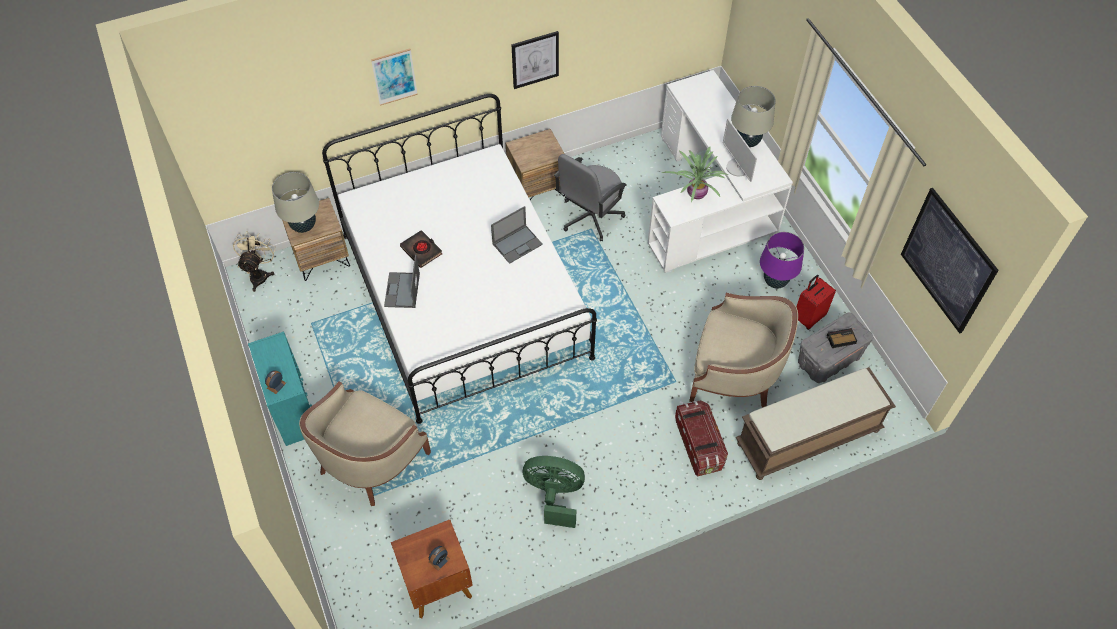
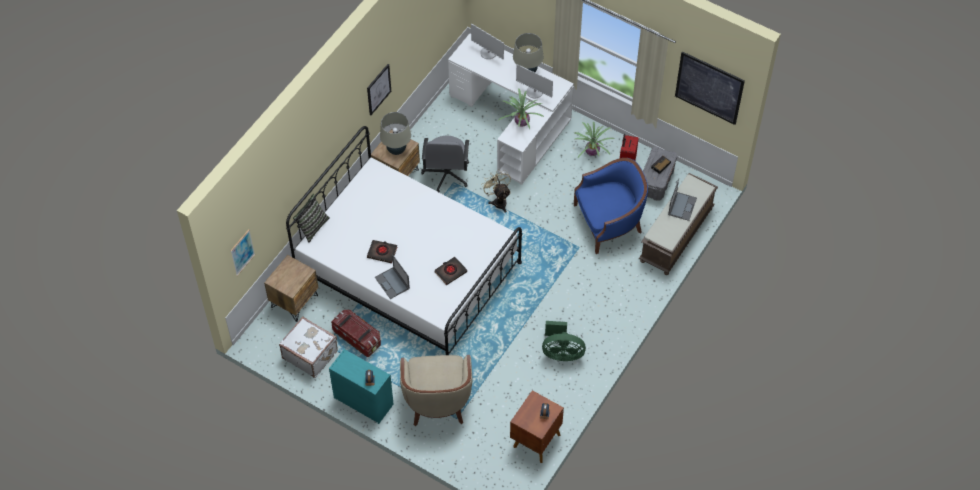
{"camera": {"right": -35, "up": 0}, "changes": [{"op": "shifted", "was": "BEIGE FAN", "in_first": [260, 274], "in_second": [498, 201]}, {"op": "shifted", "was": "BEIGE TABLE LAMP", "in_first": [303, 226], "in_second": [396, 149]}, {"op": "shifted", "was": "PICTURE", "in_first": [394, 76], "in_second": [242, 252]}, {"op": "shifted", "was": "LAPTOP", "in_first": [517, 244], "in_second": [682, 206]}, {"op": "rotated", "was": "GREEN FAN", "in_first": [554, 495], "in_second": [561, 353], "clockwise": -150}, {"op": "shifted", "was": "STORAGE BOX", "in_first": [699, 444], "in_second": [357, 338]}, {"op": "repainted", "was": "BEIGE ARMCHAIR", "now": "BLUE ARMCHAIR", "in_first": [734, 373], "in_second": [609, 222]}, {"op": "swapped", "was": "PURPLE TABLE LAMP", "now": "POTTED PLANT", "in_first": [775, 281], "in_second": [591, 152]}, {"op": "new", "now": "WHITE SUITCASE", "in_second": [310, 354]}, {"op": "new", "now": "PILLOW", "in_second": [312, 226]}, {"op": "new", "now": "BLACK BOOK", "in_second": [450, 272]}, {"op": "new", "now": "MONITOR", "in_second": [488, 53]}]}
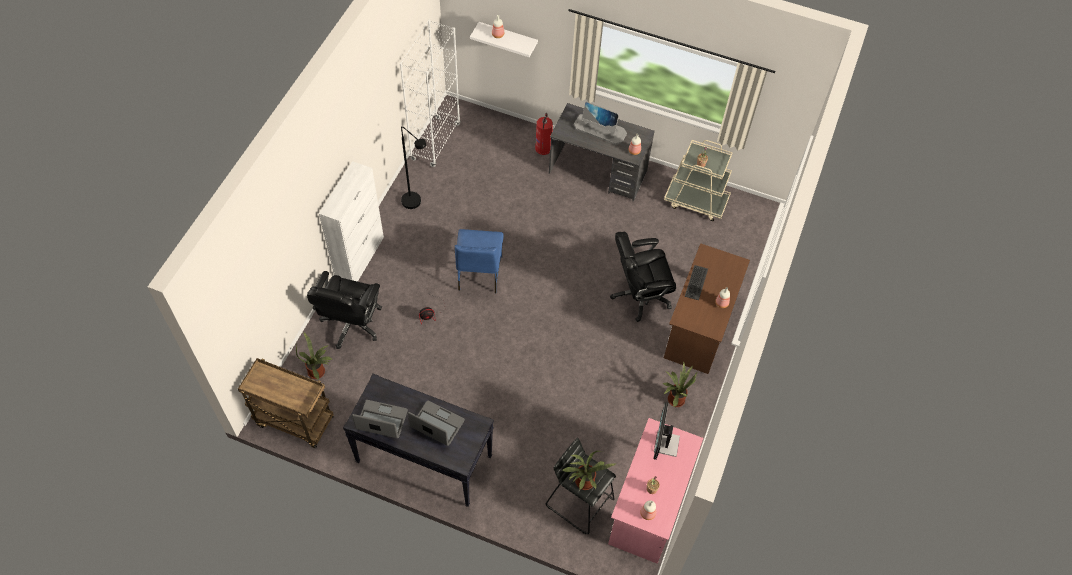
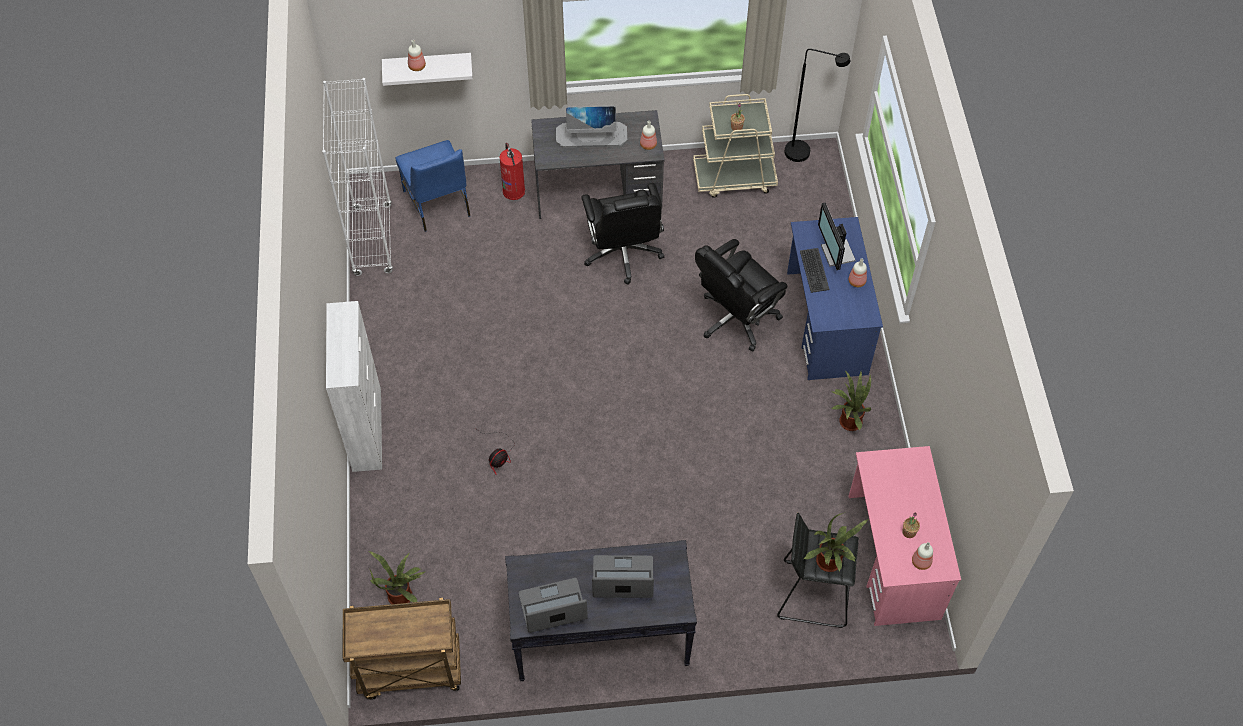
{"camera": {"right": -25, "up": 0}, "changes": [{"op": "shifted", "was": "BLACK OFFICE CHAIR", "in_first": [351, 324], "in_second": [623, 253]}, {"op": "shifted", "was": "BLACK FLOOR LAMP", "in_first": [415, 204], "in_second": [804, 153]}, {"op": "shifted", "was": "BLUE CHAIR", "in_first": [479, 274], "in_second": [438, 204]}, {"op": "shifted", "was": "MONITOR", "in_first": [665, 444], "in_second": [836, 254]}, {"op": "repainted", "was": "BROWN DESK", "now": "BLUE DESK", "in_first": [700, 326], "in_second": [826, 323]}]}
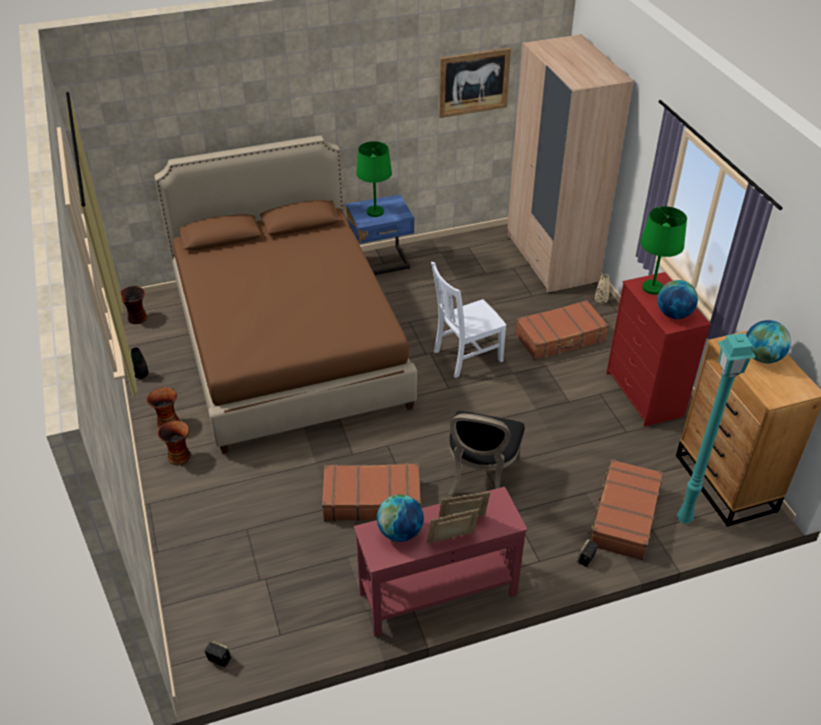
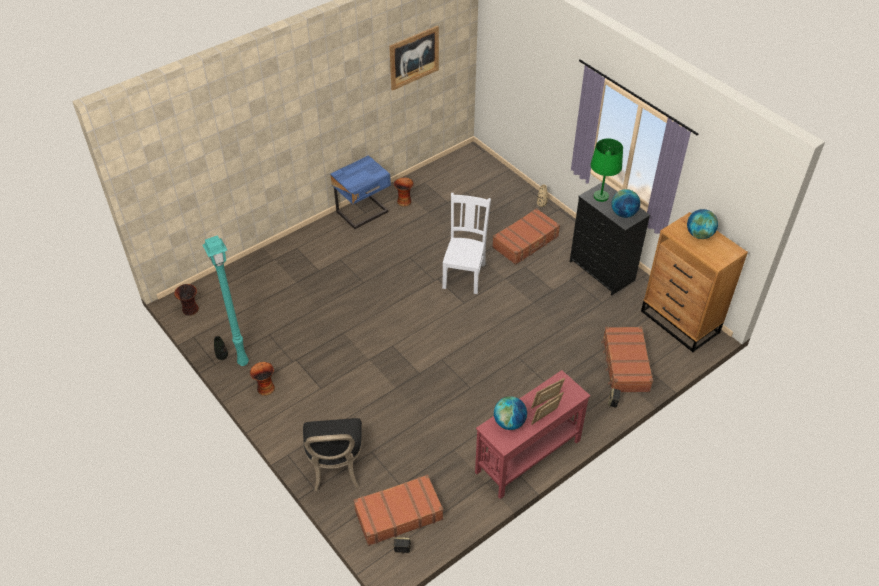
{"camera": {"right": -20, "up": 5}, "changes": [{"op": "gone", "was": "BROWN BED", "in_first": [288, 345]}, {"op": "shifted", "was": "VASE", "in_first": [179, 456], "in_second": [404, 201]}, {"op": "shifted", "was": "BROWN SUITCASE", "in_first": [371, 499], "in_second": [398, 514]}, {"op": "gone", "was": "GREEN TABLE LAMP", "in_first": [375, 212]}, {"op": "rotated", "was": "WHITE CHAIR", "in_first": [465, 356], "in_second": [464, 274], "clockwise": 150}, {"op": "shifted", "was": "BLACK CHAIR", "in_first": [480, 478], "in_second": [336, 468]}, {"op": "gone", "was": "BEIGE WARDROBE", "in_first": [551, 259]}, {"op": "repainted", "was": "RED DRESSER", "now": "BLACK DRESSER", "in_first": [645, 395], "in_second": [602, 271]}, {"op": "shifted", "was": "TURQUOISE FLOOR LAMP", "in_first": [683, 518], "in_second": [242, 362]}]}
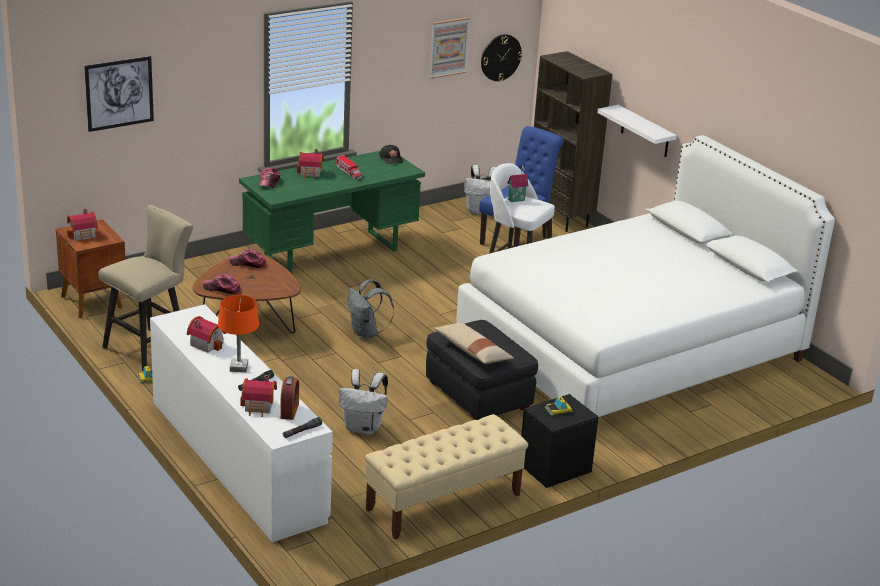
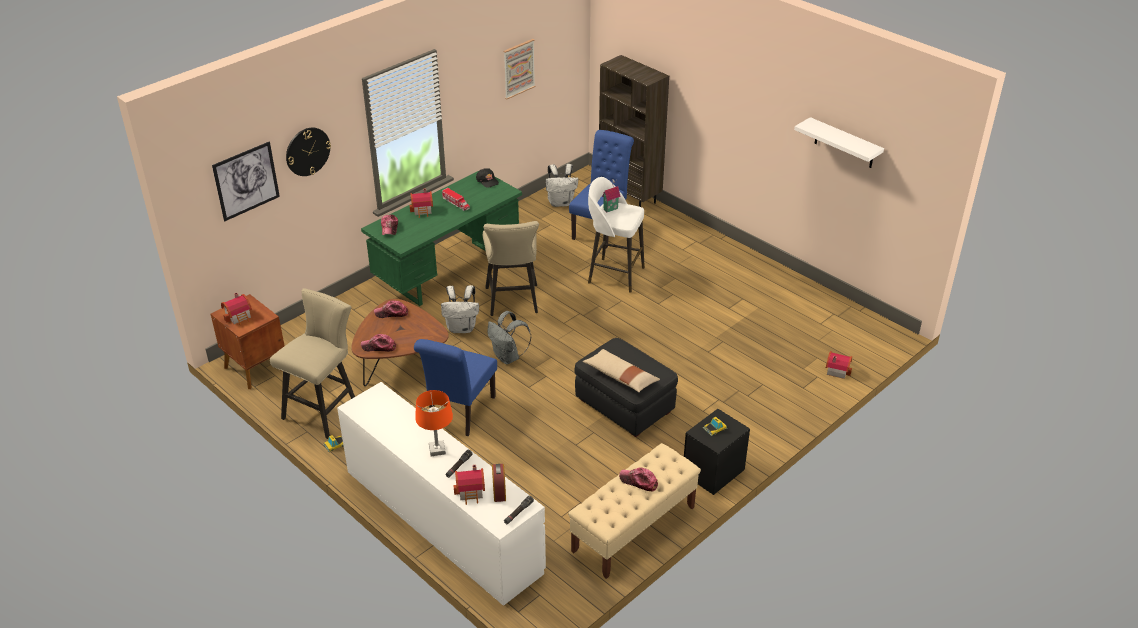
{"camera": {"right": -10, "up": 10}, "changes": [{"op": "shifted", "was": "TOY HOUSE", "in_first": [207, 343], "in_second": [837, 370]}, {"op": "shifted", "was": "WHITE BACKPACK", "in_first": [364, 428], "in_second": [462, 328]}, {"op": "gone", "was": "WHITE BED", "in_first": [630, 348]}, {"op": "shifted", "was": "WALL CLOCK", "in_first": [500, 57], "in_second": [307, 151]}, {"op": "shifted", "was": "WHITE SHELF", "in_first": [645, 132], "in_second": [844, 143]}, {"op": "new", "now": "BLUE CHAIR", "in_second": [459, 414]}, {"op": "new", "now": "BEIGE STOOL", "in_second": [513, 303]}, {"op": "new", "now": "CAP", "in_second": [638, 481]}]}
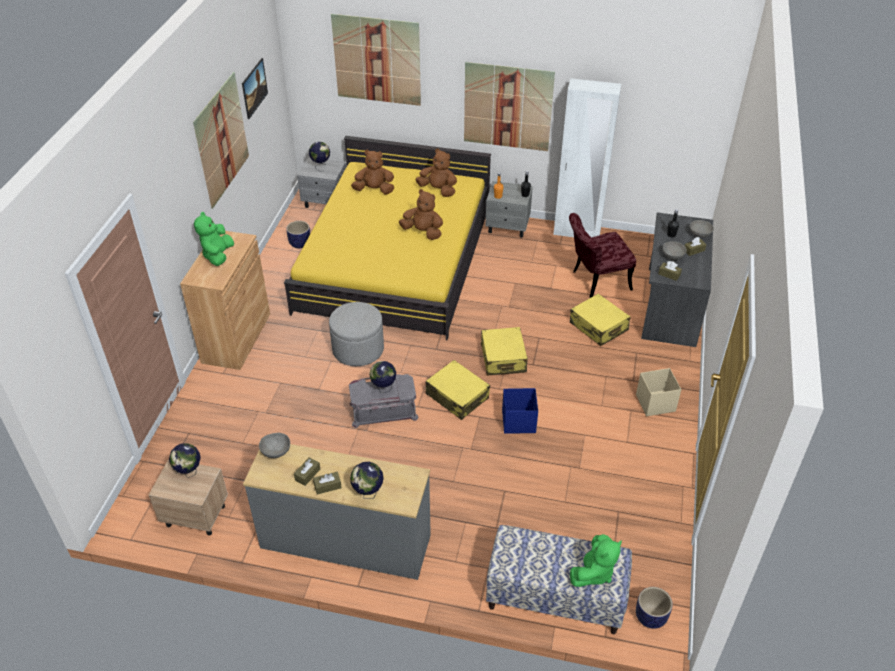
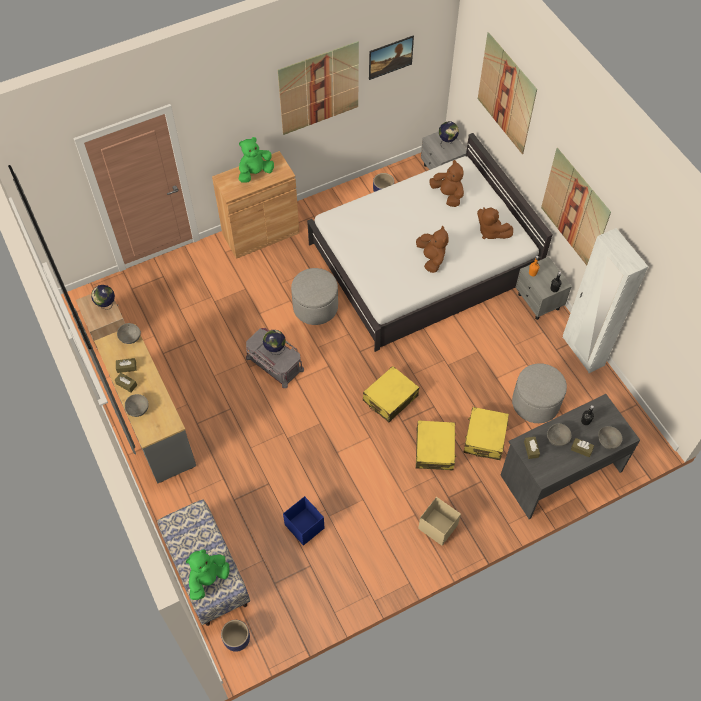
{"camera": {"right": 50, "up": 15}, "changes": [{"op": "repainted", "was": "YELLOW BED", "now": "WHITE BED", "in_first": [395, 261], "in_second": [423, 261]}, {"op": "swapped", "was": "GLOBE", "now": "GREY BOWL", "in_first": [368, 493], "in_second": [138, 409]}, {"op": "rotated", "was": "BROWN PLUSH TOY", "in_first": [438, 190], "in_second": [490, 232], "clockwise": 150}, {"op": "shifted", "was": "YELLOW SUITCASE", "in_first": [457, 396], "in_second": [434, 449]}, {"op": "shifted", "was": "BLUE STORAGE BOX", "in_first": [518, 422], "in_second": [304, 526]}, {"op": "swapped", "was": "RED CHAIR", "now": "GREY OTTOMAN", "in_first": [595, 281], "in_second": [535, 403]}, {"op": "rotated", "was": "GREEN PLUSH TOY", "in_first": [593, 572], "in_second": [208, 579], "clockwise": 135}]}
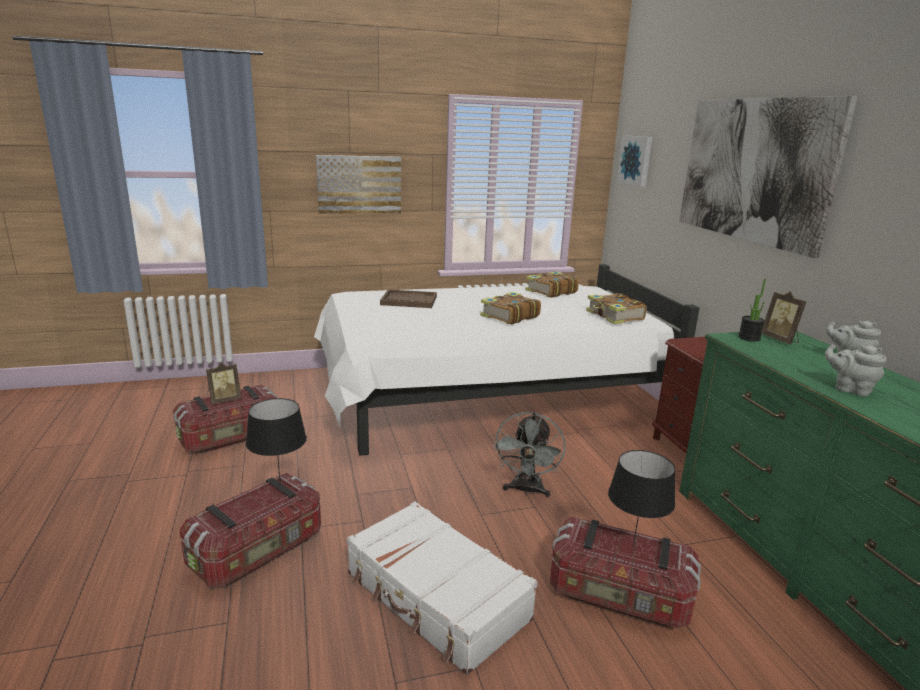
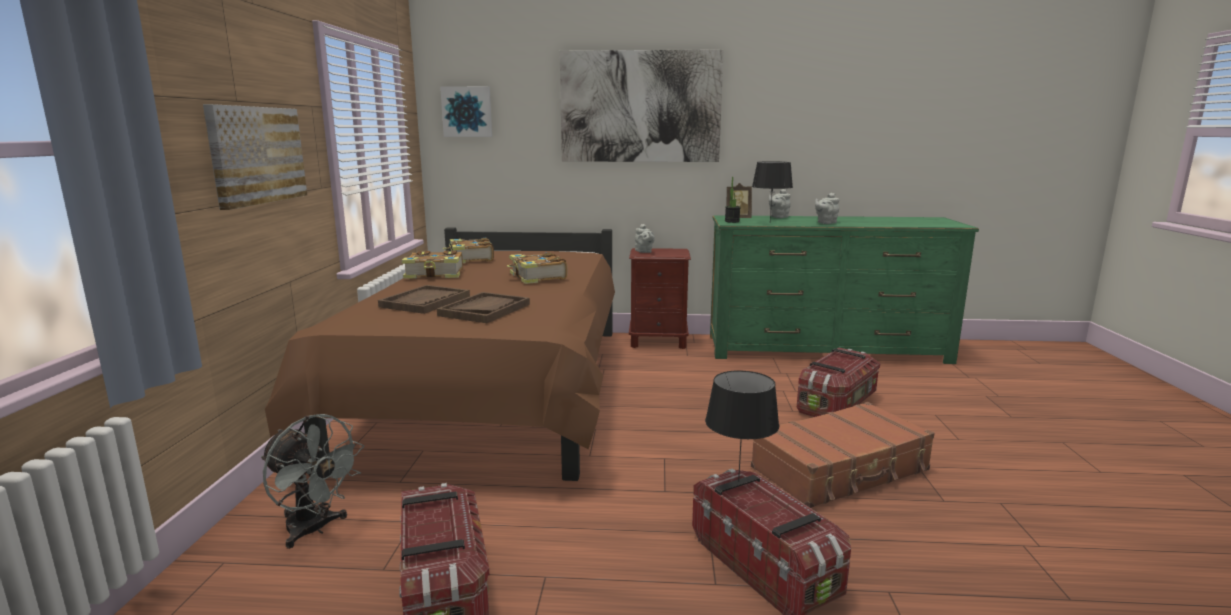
{"camera": {"right": -70, "up": -5}, "changes": [{"op": "gone", "was": "PICTURE FRAME", "in_first": [225, 400]}, {"op": "repainted", "was": "WHITE BED", "now": "BROWN BED", "in_first": [487, 397], "in_second": [495, 391]}, {"op": "repainted", "was": "WHITE SUITCASE", "now": "BROWN SUITCASE", "in_first": [436, 597], "in_second": [841, 469]}, {"op": "shifted", "was": "GREY FAN", "in_first": [526, 490], "in_second": [315, 529]}, {"op": "shifted", "was": "BOOK", "in_first": [614, 316], "in_second": [435, 274]}, {"op": "shifted", "was": "BLACK TABLE LAMP", "in_first": [634, 546], "in_second": [770, 223]}, {"op": "new", "now": "BROWN TRAY", "in_second": [484, 310]}, {"op": "new", "now": "GREY TEAPOT", "in_second": [644, 252]}]}
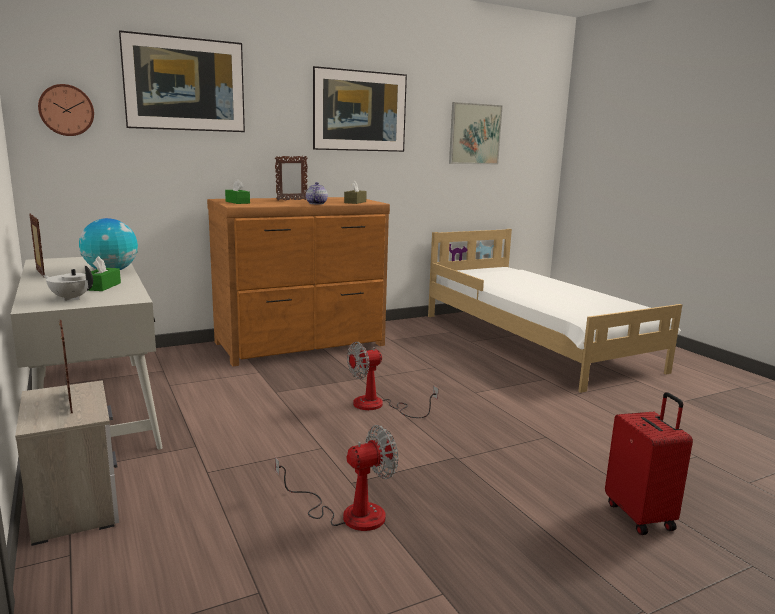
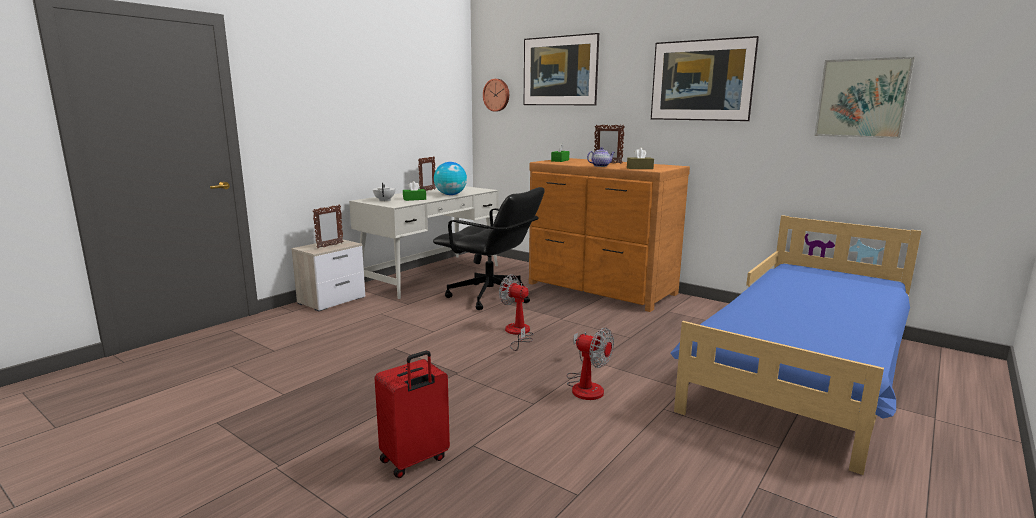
{"camera": {"right": 65, "up": 0}, "changes": [{"op": "shifted", "was": "FAN", "in_first": [349, 513], "in_second": [586, 386]}, {"op": "repainted", "was": "WHITE BED", "now": "BLUE BED", "in_first": [536, 341], "in_second": [804, 371]}, {"op": "new", "now": "BLACK OFFICE CHAIR", "in_second": [490, 297]}]}
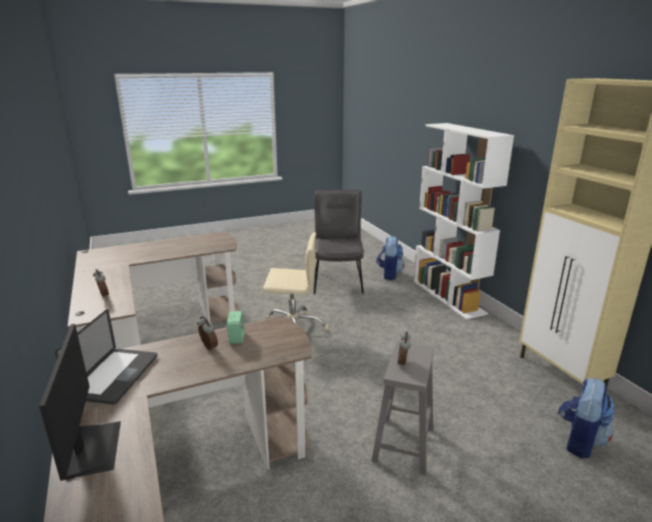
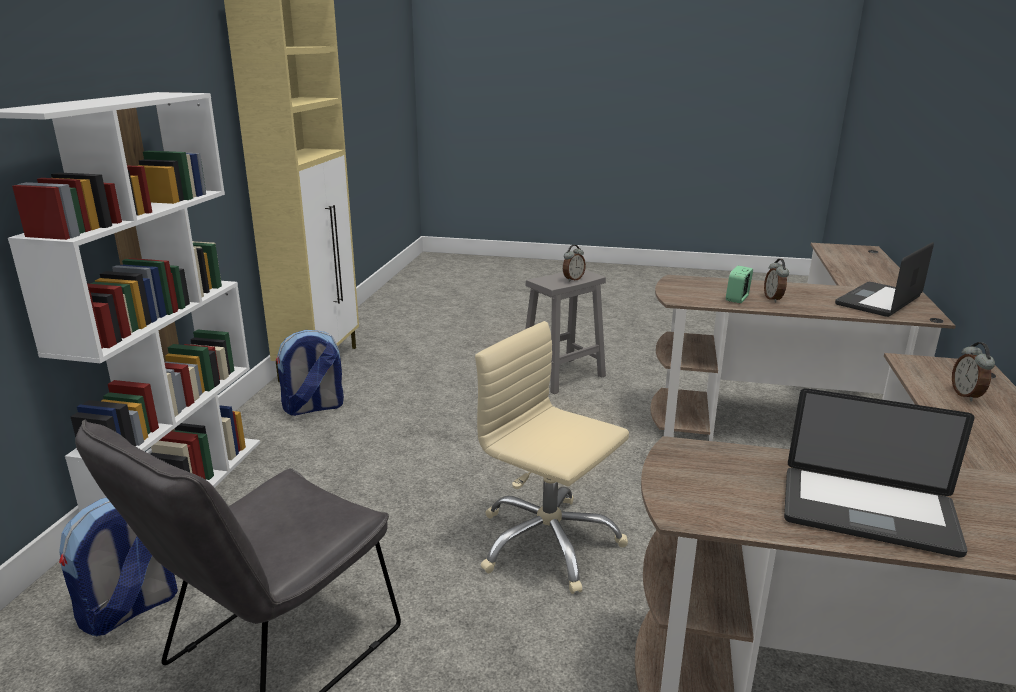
{"camera": {"right": -145, "up": 0}, "changes": [{"op": "gone", "was": "MONITOR", "in_first": [92, 448]}, {"op": "shifted", "was": "BACKPACK", "in_first": [579, 441], "in_second": [313, 407]}, {"op": "new", "now": "LAPTOP", "in_second": [868, 512]}]}
